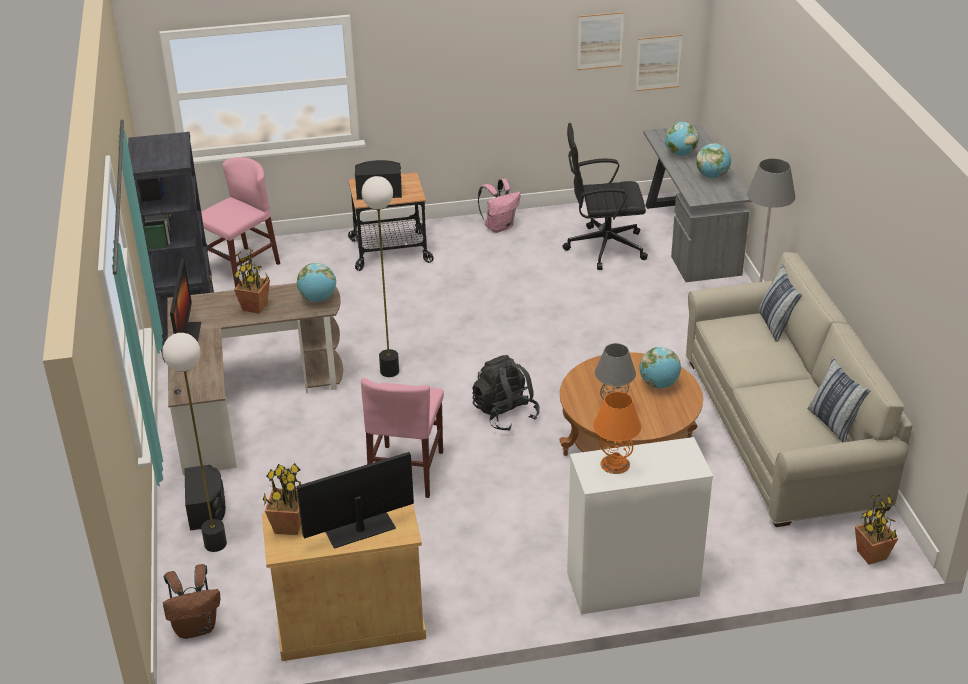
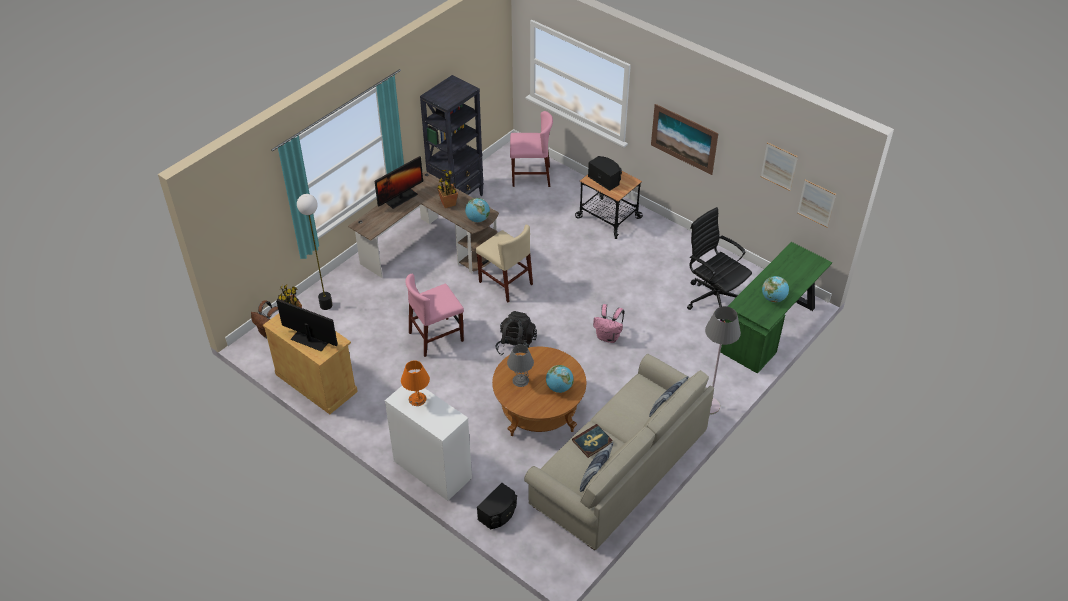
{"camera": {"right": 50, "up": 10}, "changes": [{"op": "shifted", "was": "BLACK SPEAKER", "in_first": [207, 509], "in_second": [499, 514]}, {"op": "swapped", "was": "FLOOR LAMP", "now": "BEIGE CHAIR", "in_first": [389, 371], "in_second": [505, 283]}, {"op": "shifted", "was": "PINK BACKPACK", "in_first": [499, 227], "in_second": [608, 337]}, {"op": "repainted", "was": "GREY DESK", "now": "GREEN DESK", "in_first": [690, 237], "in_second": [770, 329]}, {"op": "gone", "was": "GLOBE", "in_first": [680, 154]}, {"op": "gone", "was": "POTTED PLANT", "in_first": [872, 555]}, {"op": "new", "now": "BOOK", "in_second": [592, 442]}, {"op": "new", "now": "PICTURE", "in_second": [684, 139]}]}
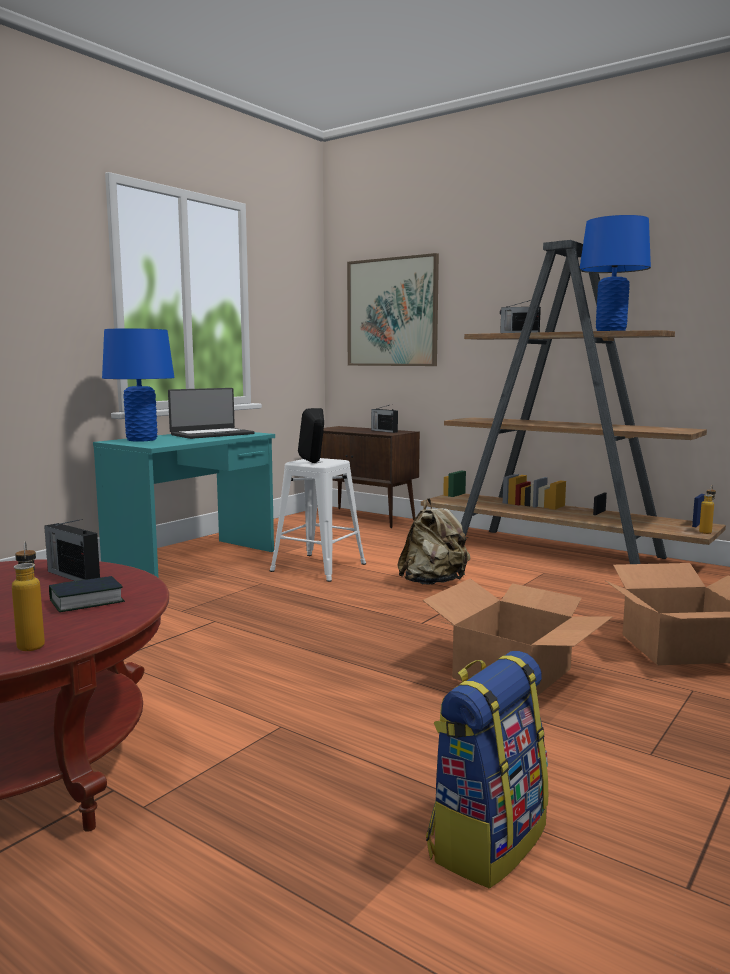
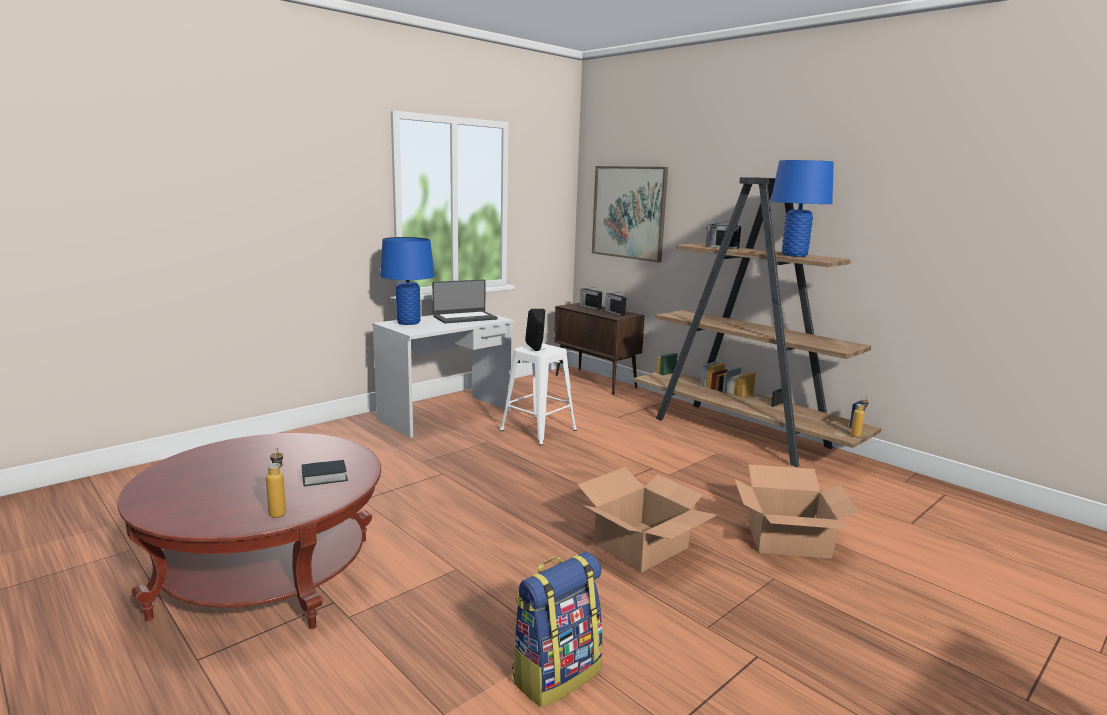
{"camera": {"right": 10, "up": 5}, "changes": [{"op": "shifted", "was": "RADIO", "in_first": [73, 576], "in_second": [590, 307]}, {"op": "repainted", "was": "TURQUOISE DESK", "now": "WHITE DESK", "in_first": [193, 561], "in_second": [446, 415]}, {"op": "gone", "was": "BEIGE BACKPACK", "in_first": [433, 583]}]}
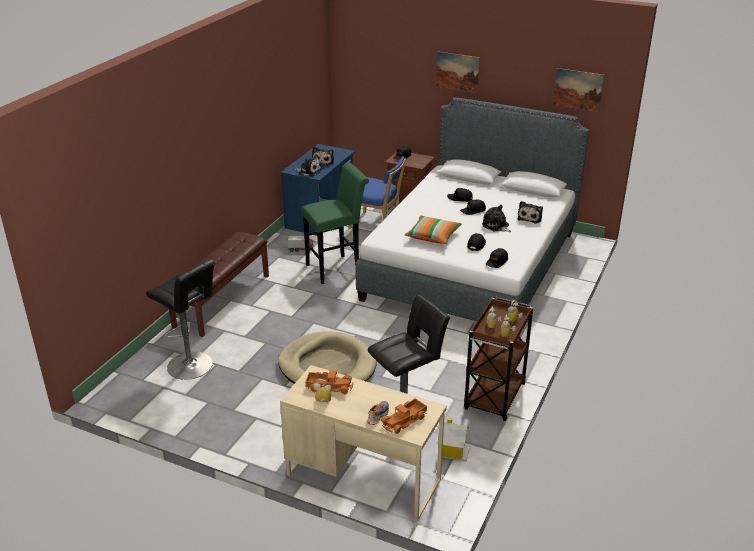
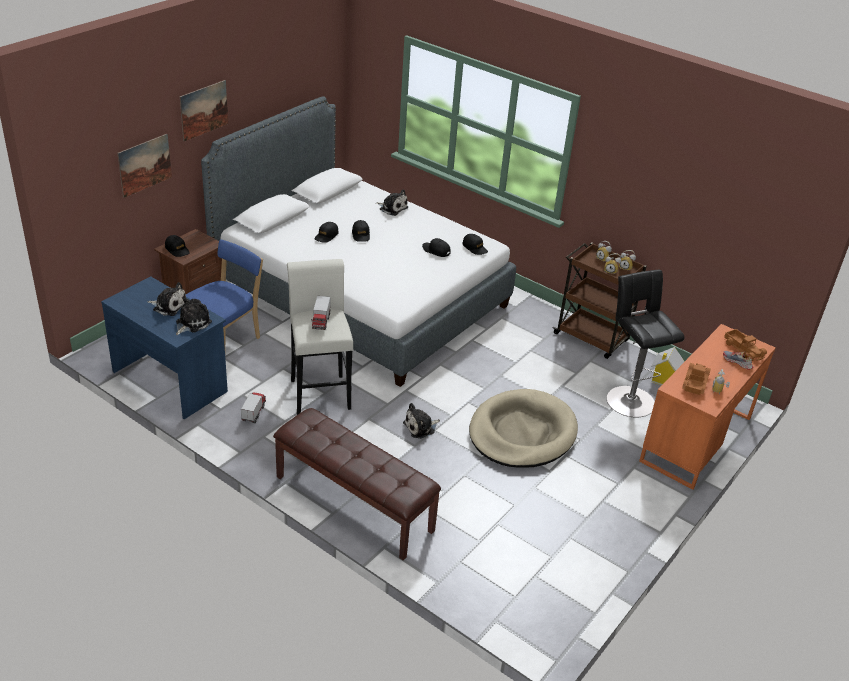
{"camera": {"right": -80, "up": 5}, "changes": [{"op": "gone", "was": "BLACK STOOL", "in_first": [192, 366]}, {"op": "repainted", "was": "BEIGE DESK", "now": "ORANGE DESK", "in_first": [363, 476], "in_second": [695, 439]}, {"op": "repainted", "was": "GREEN STOOL", "now": "WHITE STOOL", "in_first": [337, 268], "in_second": [319, 391]}, {"op": "gone", "was": "PILLOW", "in_first": [433, 236]}, {"op": "shifted", "was": "PLUSH TOY", "in_first": [496, 226], "in_second": [421, 427]}, {"op": "shifted", "was": "PICTURE", "in_first": [578, 89], "in_second": [145, 165]}, {"op": "new", "now": "TOY TRUCK", "in_second": [321, 321]}]}
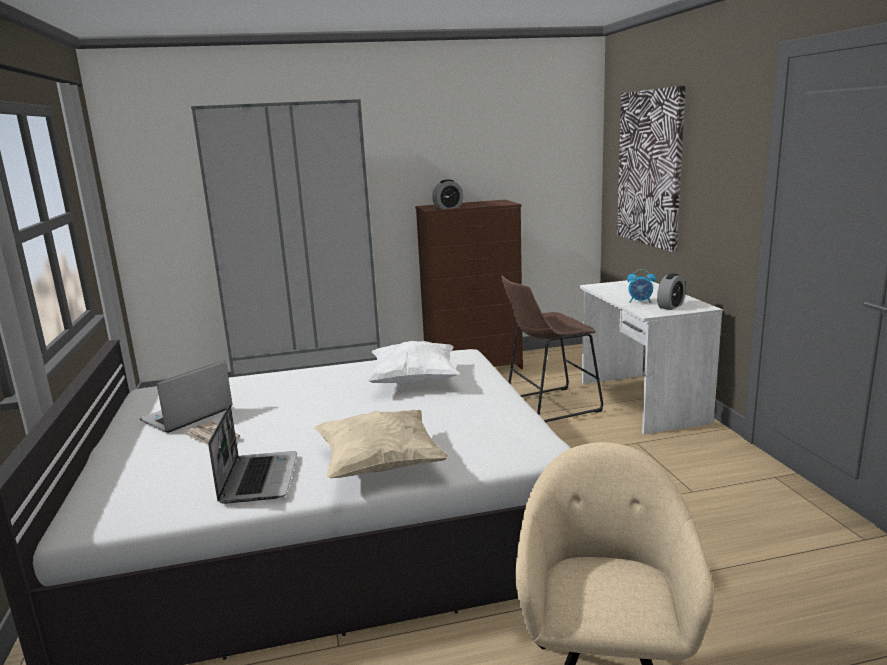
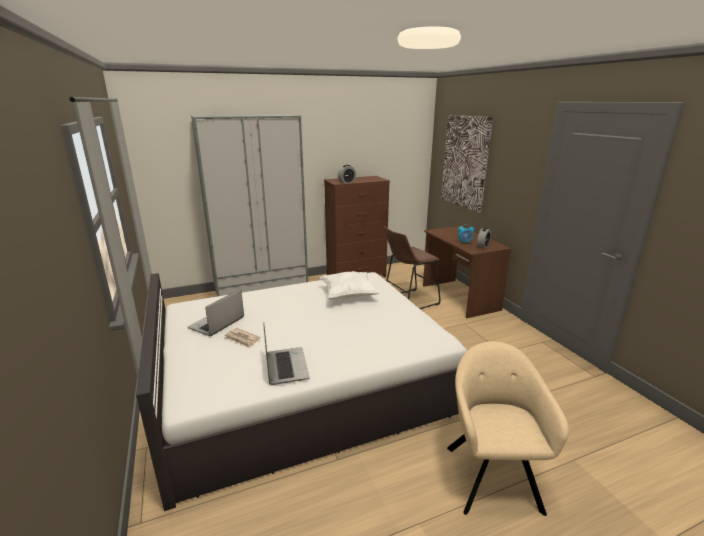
{"camera": {"right": -10, "up": 5}, "changes": [{"op": "gone", "was": "BEIGE PILLOW", "in_first": [380, 465]}, {"op": "repainted", "was": "WHITE DESK", "now": "BROWN DESK", "in_first": [640, 402], "in_second": [459, 297]}]}
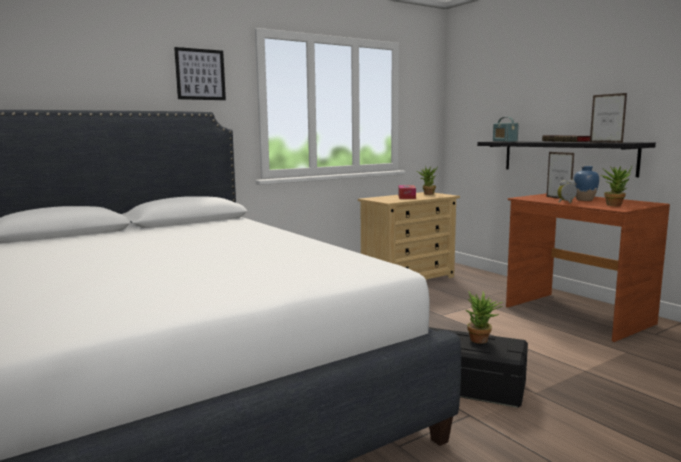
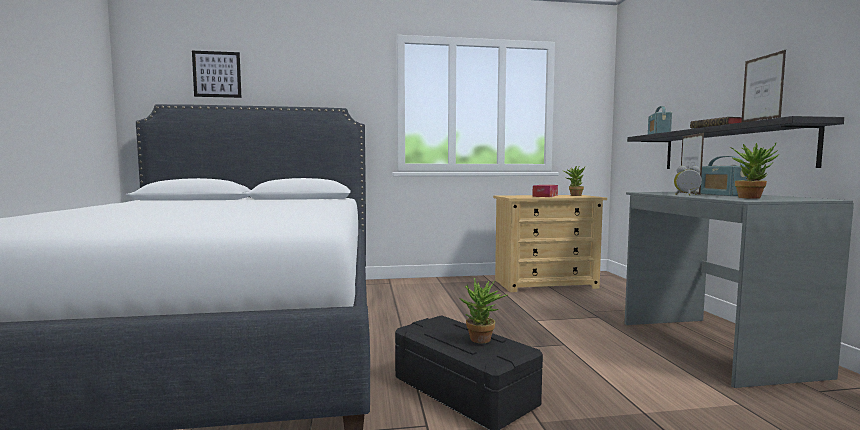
{"camera": {"right": 25, "up": -5}, "changes": [{"op": "shifted", "was": "PICTURE", "in_first": [200, 74], "in_second": [217, 74]}, {"op": "repainted", "was": "BROWN DESK", "now": "GREY DESK", "in_first": [576, 315], "in_second": [712, 347]}, {"op": "swapped", "was": "BLUE VASE", "now": "RADIO", "in_first": [584, 200], "in_second": [723, 194]}]}
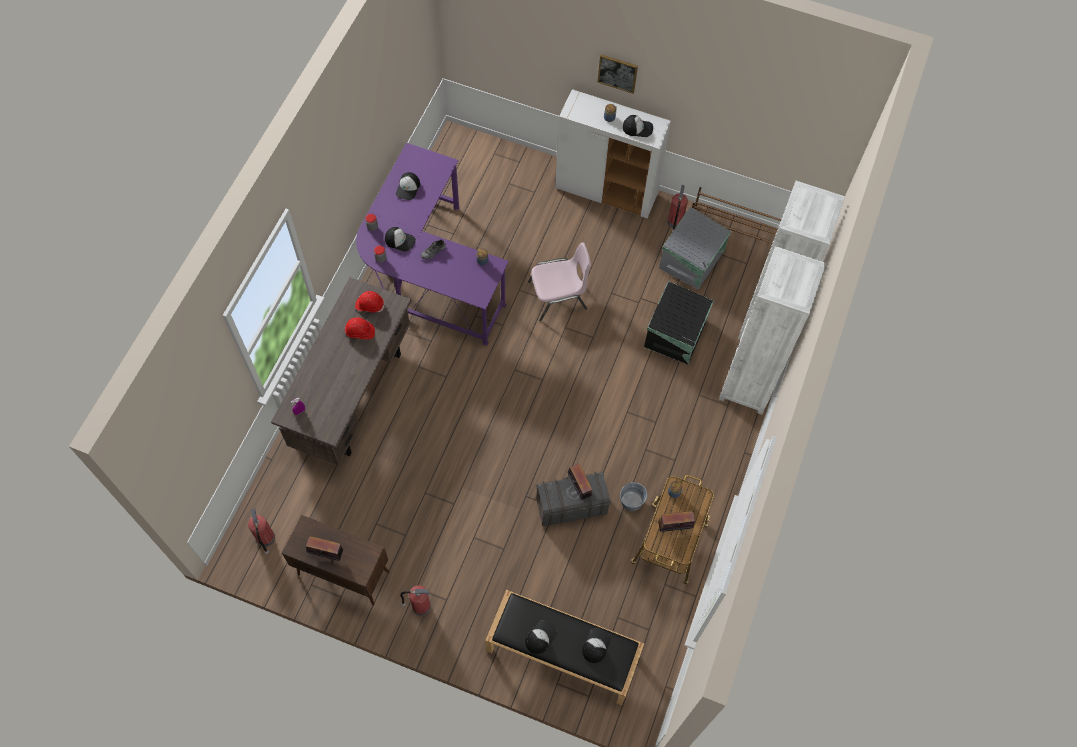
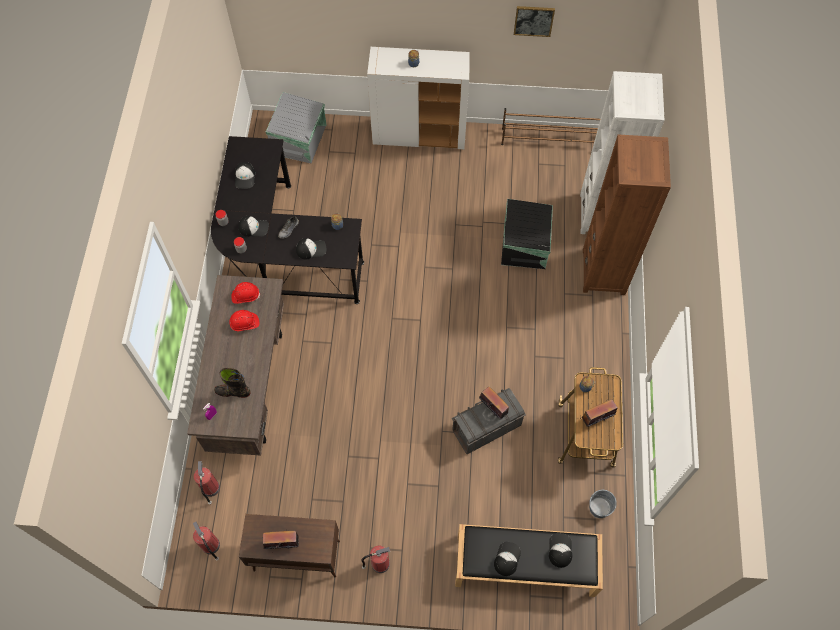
{"camera": {"right": -15, "up": 0}, "changes": [{"op": "repainted", "was": "PURPLE DESK", "now": "BLACK DESK", "in_first": [428, 273], "in_second": [282, 253]}, {"op": "gone", "was": "PINK CHAIR", "in_first": [558, 296]}, {"op": "shifted", "was": "PICTURE", "in_first": [617, 73], "in_second": [533, 20]}, {"op": "shifted", "was": "GREY BUCKET", "in_first": [631, 501], "in_second": [599, 507]}, {"op": "shifted", "was": "CAP", "in_first": [637, 128], "in_second": [311, 249]}, {"op": "shifted", "was": "GREY STORAGE BOX", "in_first": [692, 259], "in_second": [300, 139]}, {"op": "shifted", "was": "FIRE EXTINGUISHER", "in_first": [674, 222], "in_second": [211, 489]}, {"op": "repainted", "was": "WHITE BOOKCASE", "now": "BROWN BOOKCASE", "in_first": [748, 384], "in_second": [604, 272]}, {"op": "new", "now": "BLACK BOOT", "in_second": [233, 392]}]}
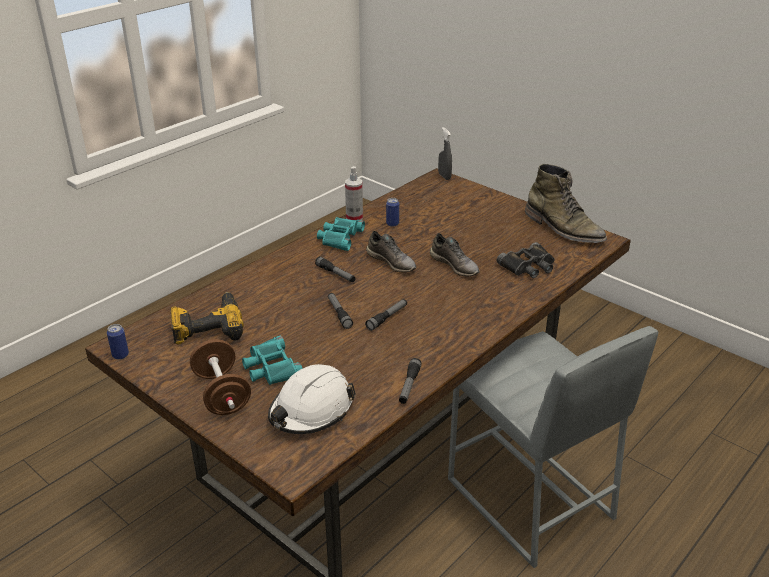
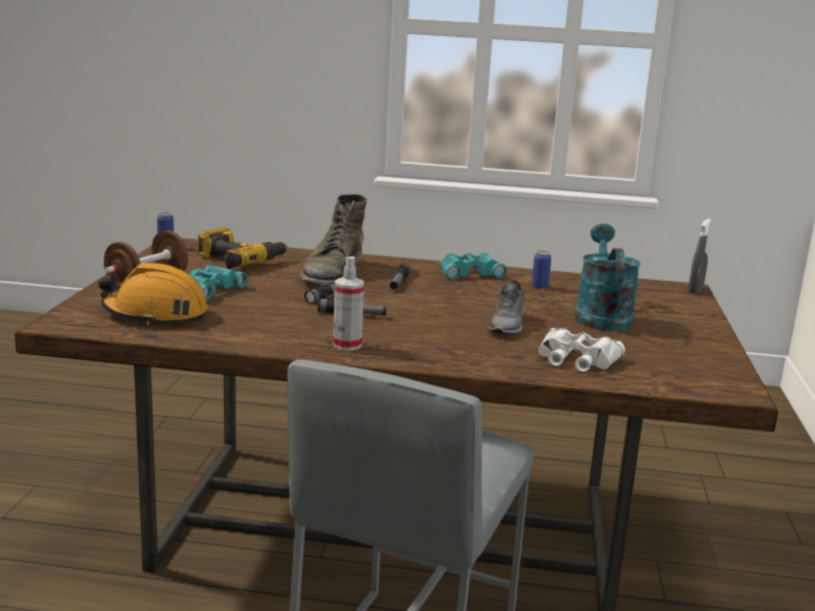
{"camera": {"right": 55, "up": -15}, "changes": [{"op": "repainted", "was": "WHITE HARD HAT", "now": "ORANGE HARD HAT", "in_first": [311, 410], "in_second": [155, 314]}, {"op": "shifted", "was": "SPRAY BOTTLE", "in_first": [354, 218], "in_second": [347, 345]}, {"op": "gone", "was": "GREY SHOE", "in_first": [392, 262]}, {"op": "gone", "was": "FLASHLIGHT", "in_first": [409, 385]}, {"op": "repainted", "was": "BLACK BINOCULARS", "now": "WHITE BINOCULARS", "in_first": [528, 266], "in_second": [576, 359]}, {"op": "shifted", "was": "GREEN BOOT", "in_first": [563, 229], "in_second": [331, 273]}, {"op": "new", "now": "TURQUOISE WATERING CAN", "in_second": [601, 316]}]}
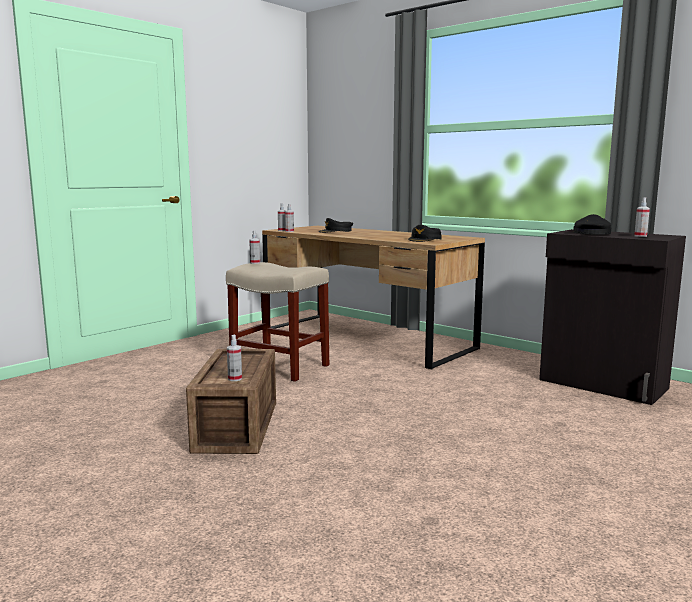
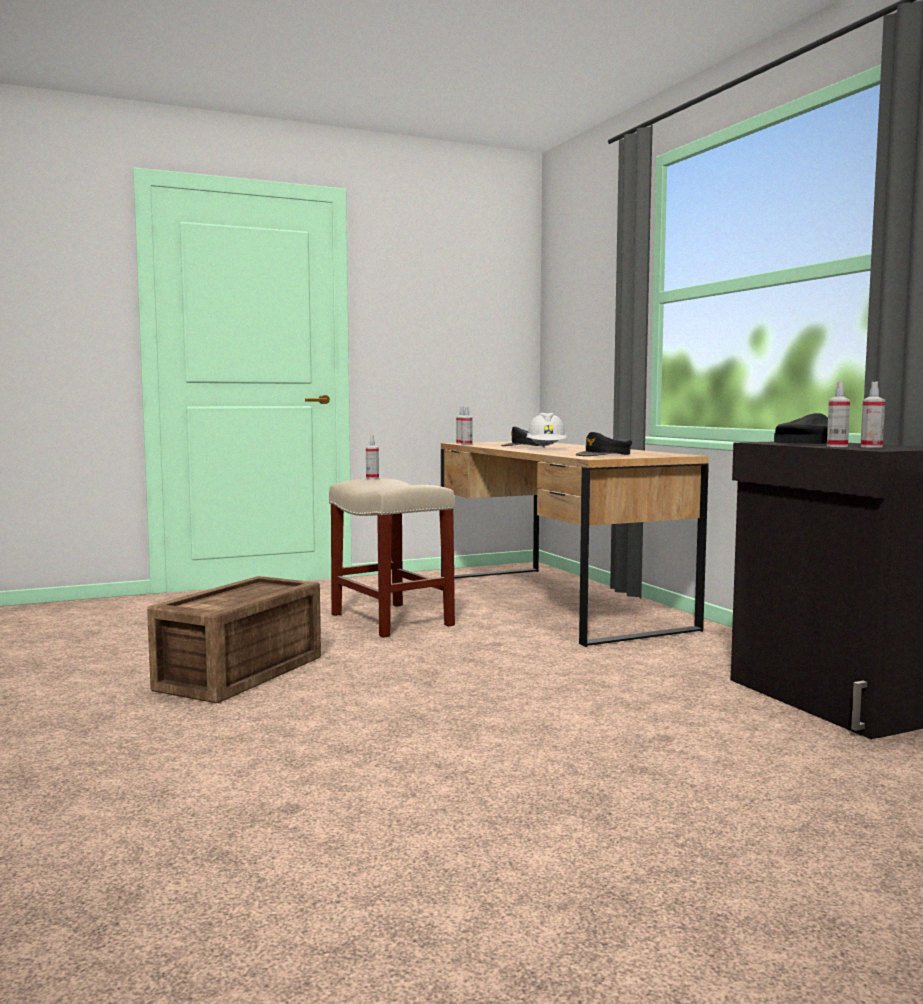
{"camera": {"right": 25, "up": -5}, "changes": [{"op": "shifted", "was": "SPRAY BOTTLE", "in_first": [235, 379], "in_second": [837, 446]}, {"op": "new", "now": "WHITE HARD HAT", "in_second": [546, 449]}]}
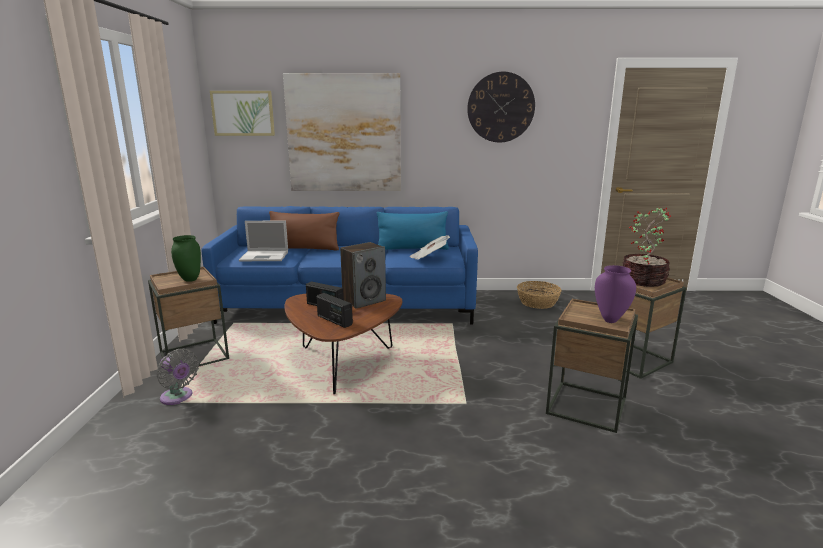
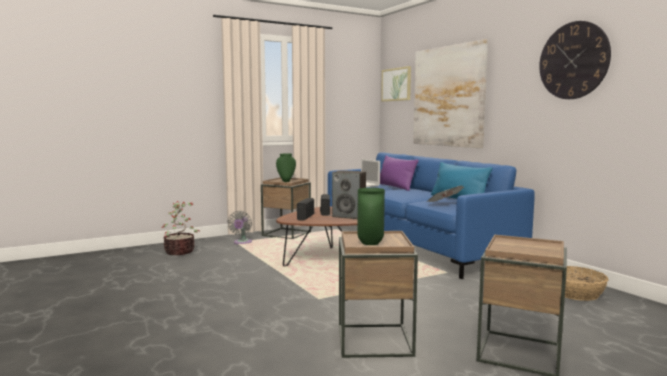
{"camera": {"right": 60, "up": -10}, "changes": [{"op": "repainted", "was": "BROWN PILLOW", "now": "PURPLE PILLOW", "in_first": [304, 248], "in_second": [395, 186]}, {"op": "repainted", "was": "PURPLE VASE", "now": "GREEN VASE", "in_first": [611, 320], "in_second": [371, 243]}, {"op": "shifted", "was": "POTTED PLANT", "in_first": [643, 280], "in_second": [180, 251]}]}
